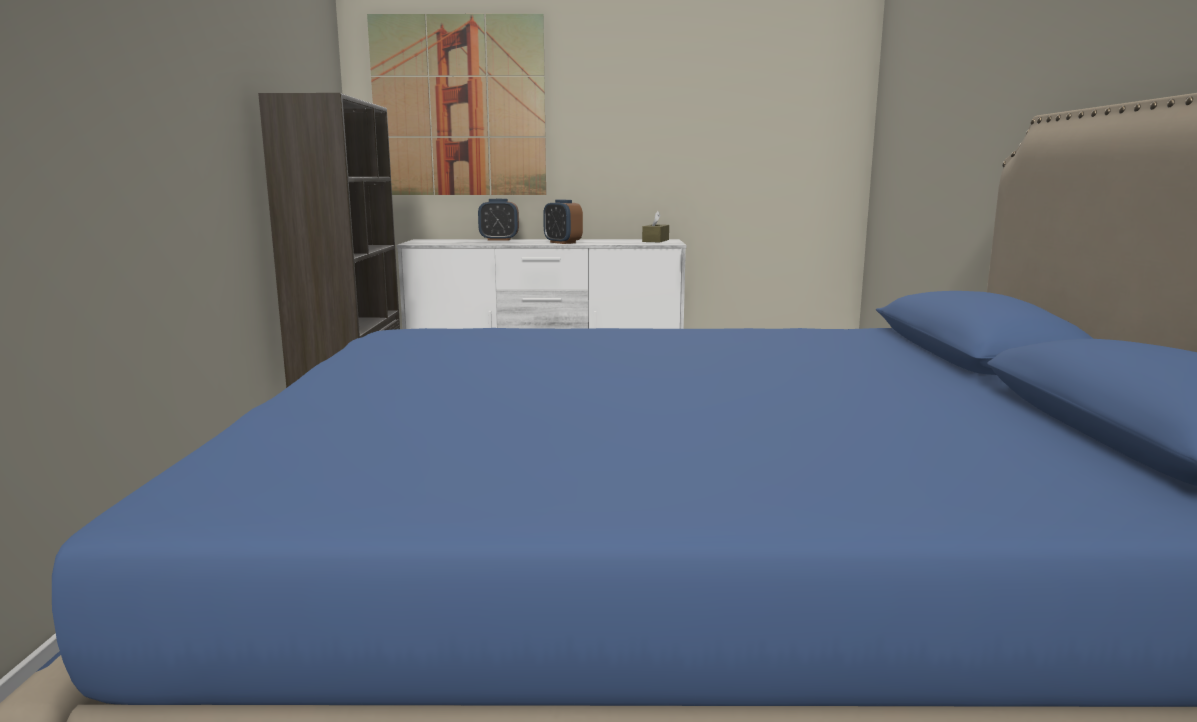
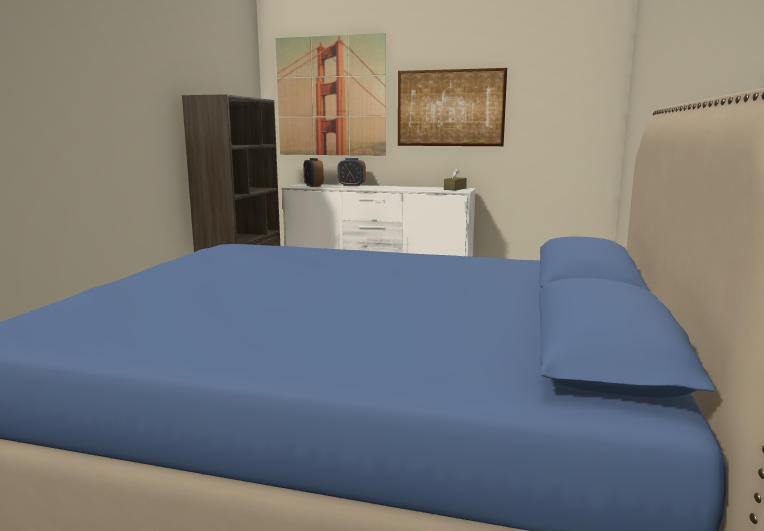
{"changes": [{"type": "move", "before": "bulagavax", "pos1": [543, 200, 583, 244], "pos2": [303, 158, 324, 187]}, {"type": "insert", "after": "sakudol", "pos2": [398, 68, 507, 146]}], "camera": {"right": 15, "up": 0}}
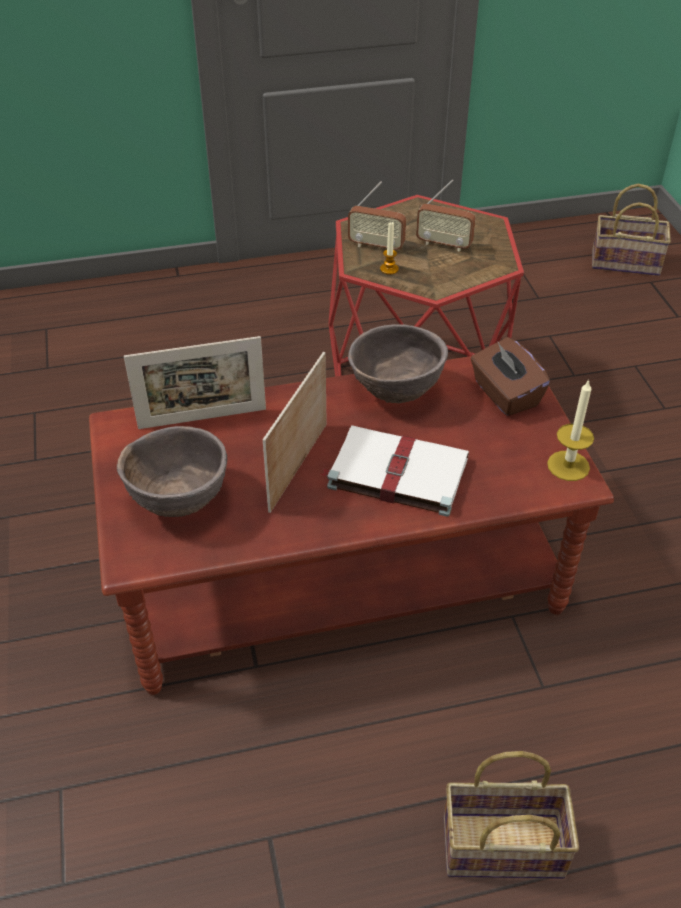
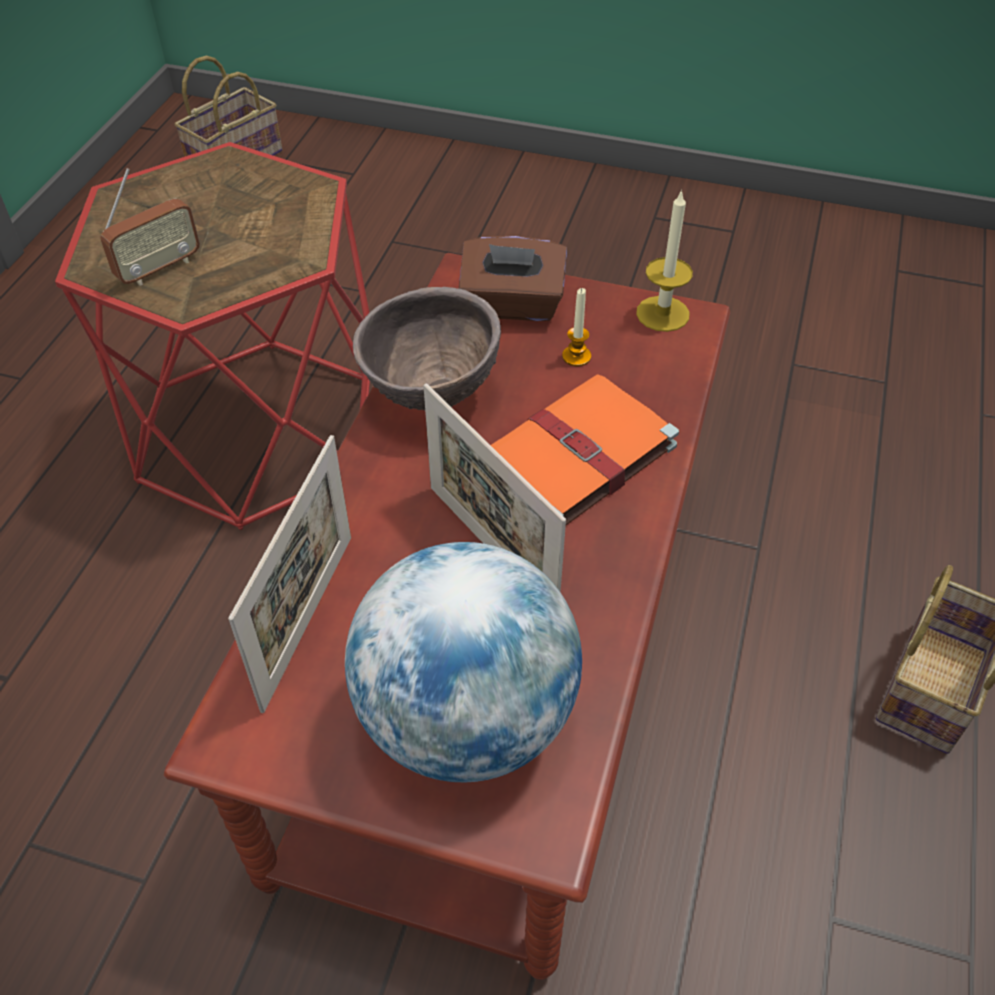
{"changes": [{"type": "replace", "before": "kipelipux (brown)", "after": "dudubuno", "pos1": [117, 426, 227, 517], "pos2": [345, 542, 582, 782]}, {"type": "recolor", "before": "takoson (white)", "after": "takoson (orange)", "pos1": [321, 425, 469, 517], "pos2": [491, 374, 679, 525]}, {"type": "move", "before": "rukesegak", "pos1": [380, 222, 399, 275], "pos2": [562, 288, 591, 366]}, {"type": "delete", "before": "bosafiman", "pos1": [416, 180, 476, 252]}], "camera": {"right": -60, "up": 5}}
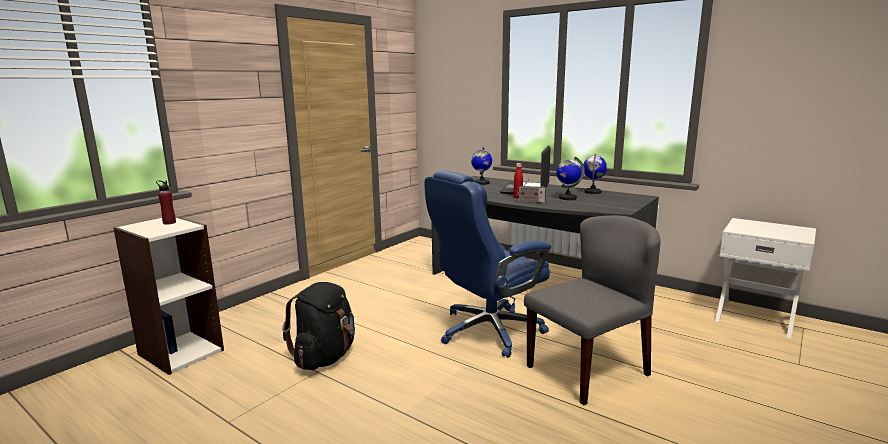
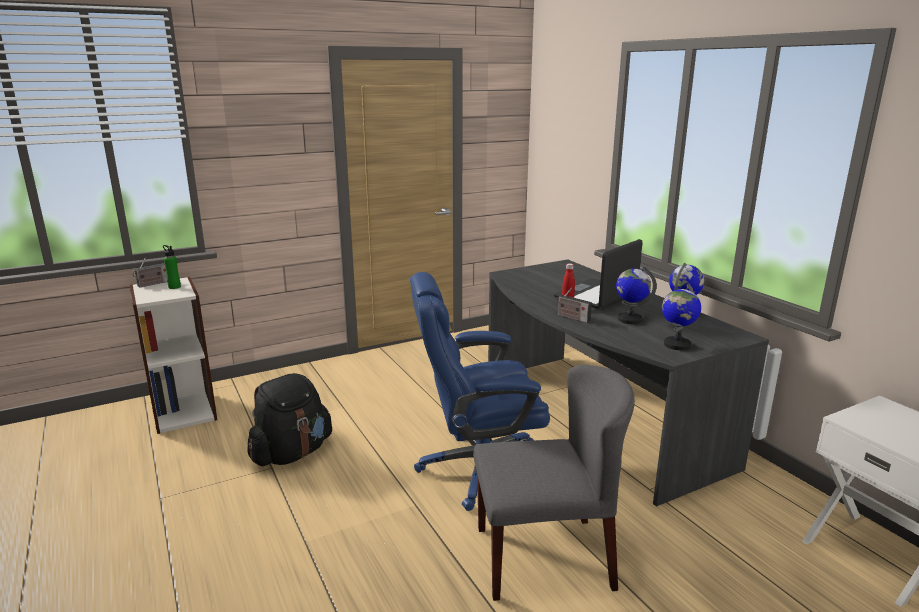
{"changes": [{"type": "recolor", "before": "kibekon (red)", "after": "kibekon (green)", "pos1": [156, 180, 176, 225], "pos2": [163, 245, 181, 289]}, {"type": "move", "before": "dudubuno", "pos1": [471, 147, 492, 185], "pos2": [662, 284, 701, 350]}, {"type": "insert", "after": "bosafiman", "pos2": [132, 258, 167, 288]}], "camera": {"right": 25, "up": 5}}
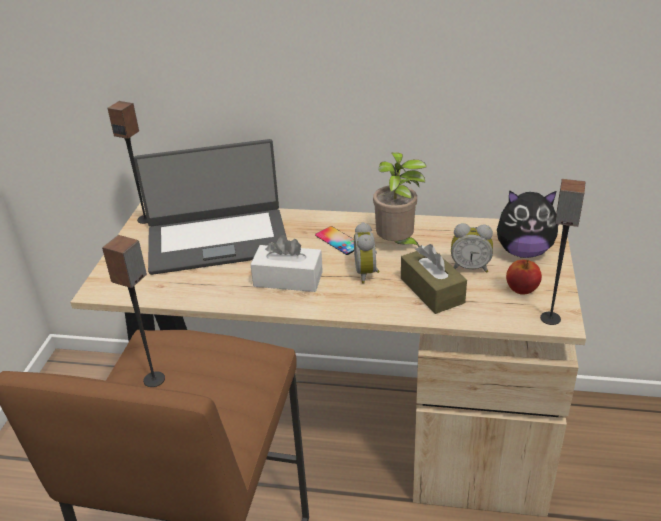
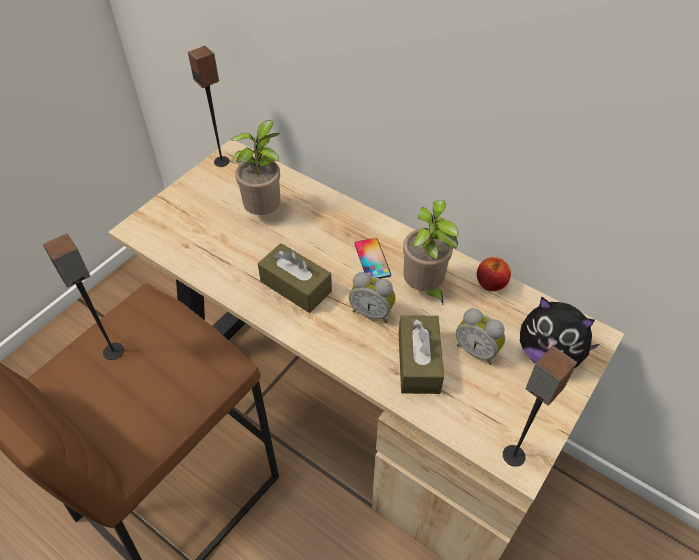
{"changes": [{"type": "replace", "before": "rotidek", "after": "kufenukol", "pos1": [134, 139, 287, 275], "pos2": [230, 120, 281, 215]}, {"type": "recolor", "before": "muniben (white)", "after": "muniben (brown)", "pos1": [250, 235, 323, 292], "pos2": [258, 243, 332, 313]}, {"type": "rotate", "before": "bulagavax", "pos1": [354, 222, 380, 284], "pos2": [349, 272, 395, 323], "turn": -90}, {"type": "move", "before": "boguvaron", "pos1": [506, 260, 542, 295], "pos2": [477, 257, 511, 291]}], "camera": {"right": 25, "up": 15}}
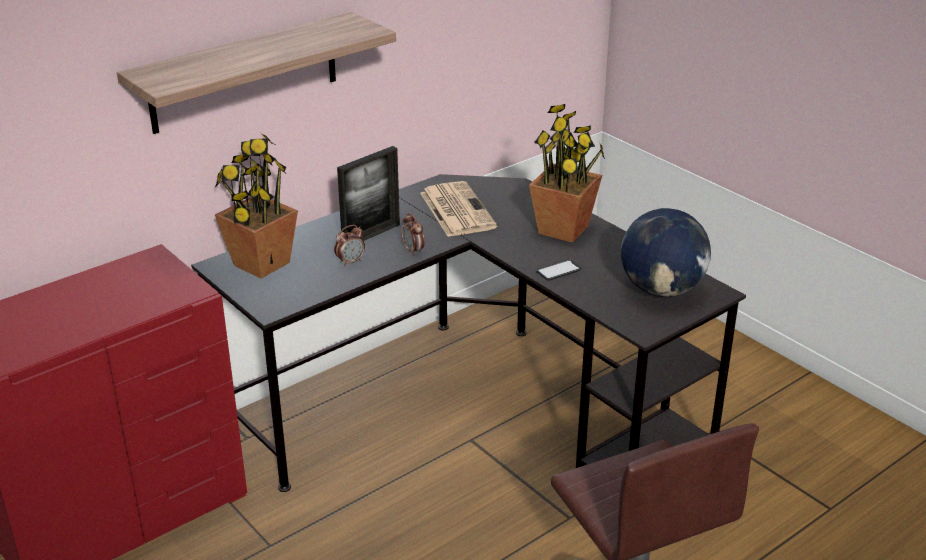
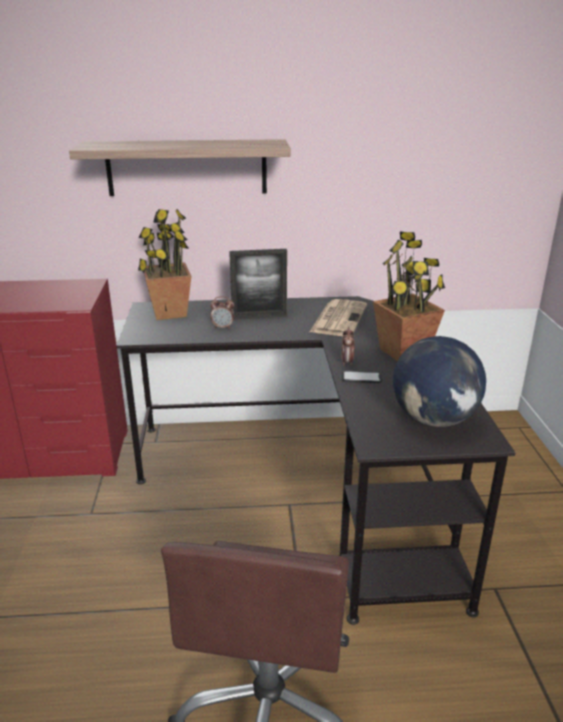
{"changes": [{"type": "move", "before": "bulagavax", "pos1": [401, 213, 425, 256], "pos2": [341, 327, 355, 366]}], "camera": {"right": 35, "up": -5}}
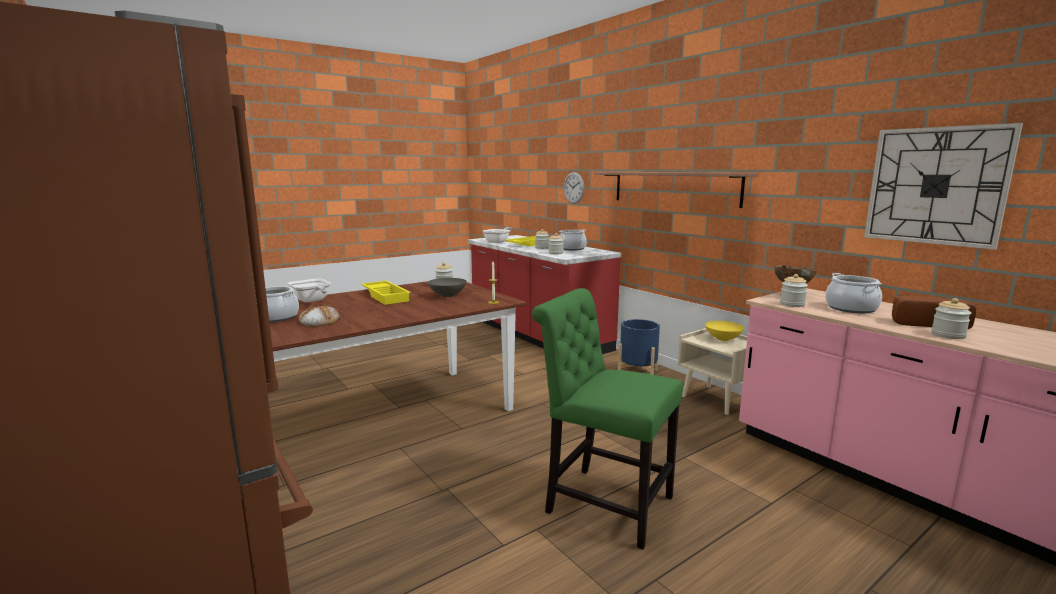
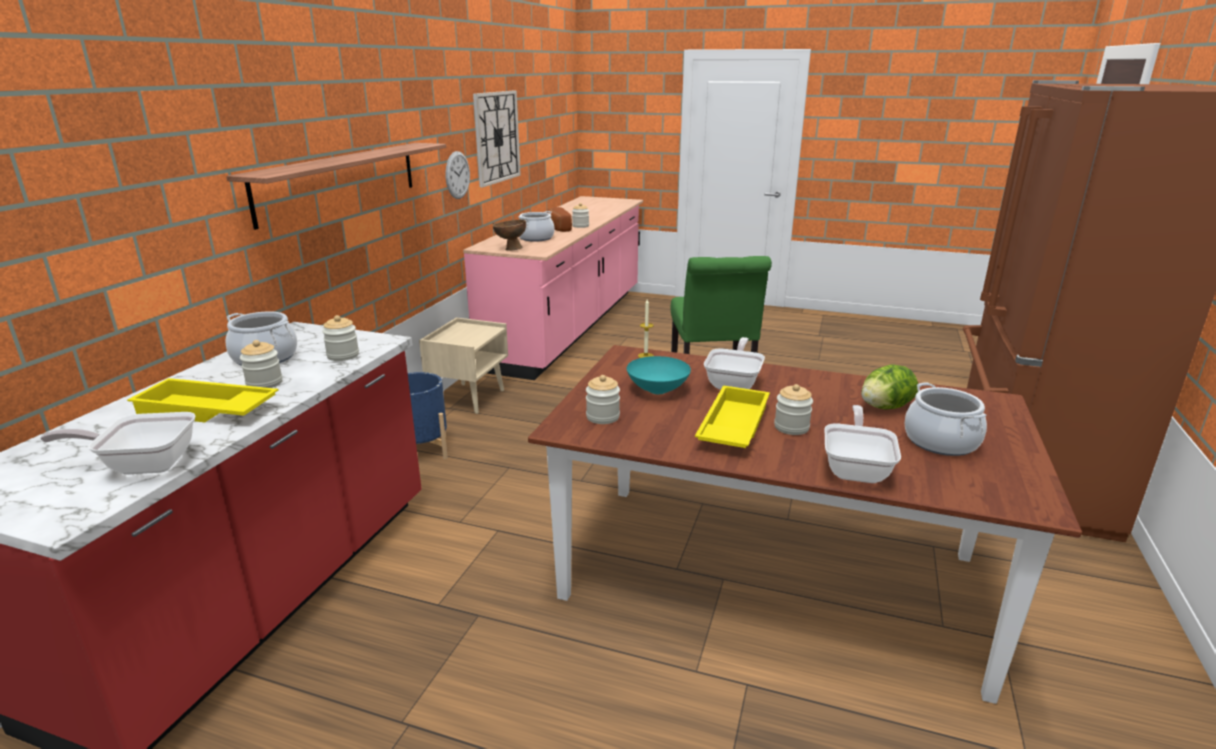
{"changes": [{"type": "replace", "before": "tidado", "after": "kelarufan", "pos1": [299, 304, 341, 327], "pos2": [861, 364, 918, 409]}, {"type": "recolor", "before": "kipelipux (grey)", "after": "kipelipux (turquoise)", "pos1": [428, 278, 467, 297], "pos2": [627, 356, 691, 394]}, {"type": "move", "before": "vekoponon", "pos1": [564, 172, 584, 204], "pos2": [445, 151, 470, 199]}, {"type": "delete", "before": "kipelipux (yellow)", "pos1": [705, 321, 744, 341]}, {"type": "move", "before": "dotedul", "pos1": [780, 274, 808, 307], "pos2": [774, 384, 813, 435]}, {"type": "insert", "after": "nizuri", "pos2": [704, 337, 765, 390]}], "camera": {"right": -125, "up": 10}}
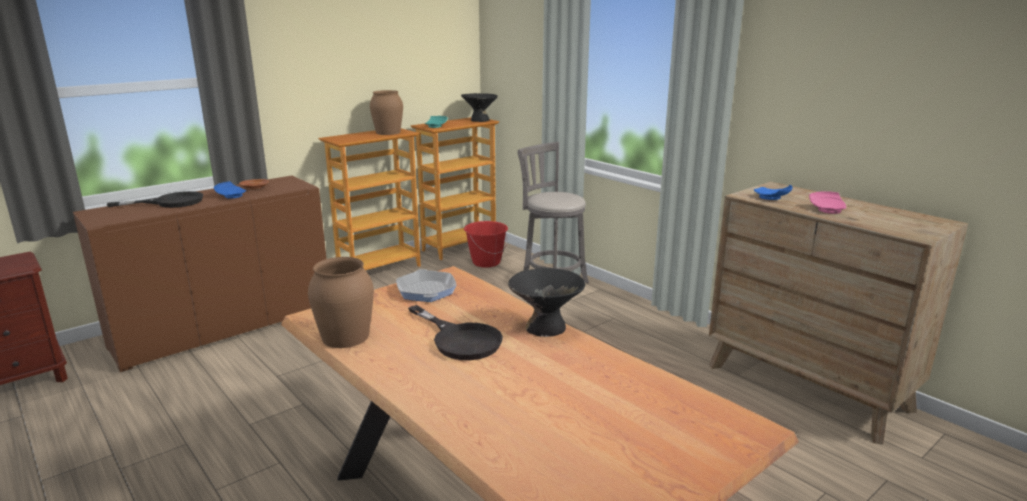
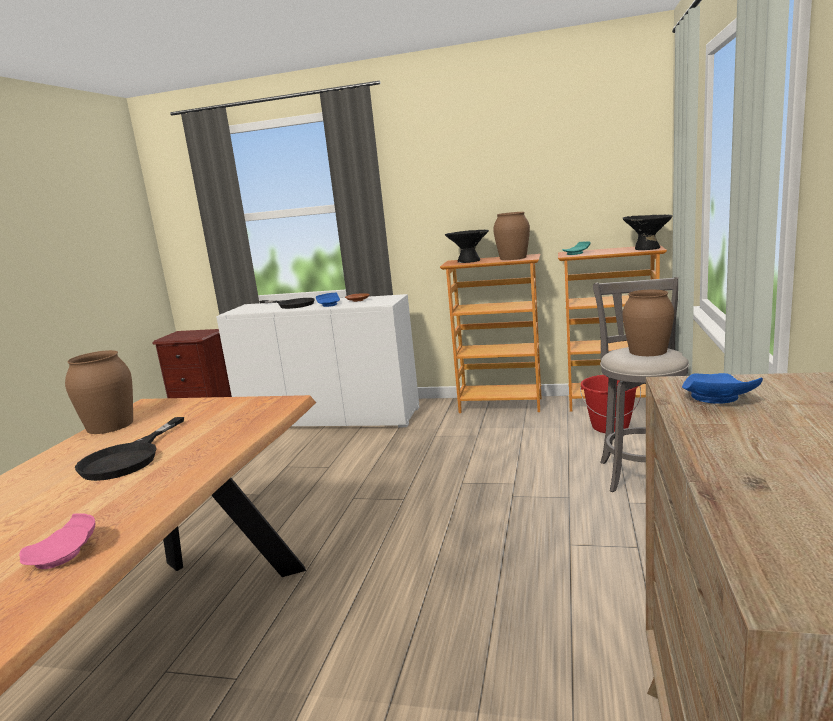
{"changes": [{"type": "recolor", "before": "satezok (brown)", "after": "satezok (white)", "pos1": [73, 176, 327, 372], "pos2": [216, 294, 419, 427]}, {"type": "delete", "before": "nizuri", "pos1": [396, 269, 456, 302]}, {"type": "move", "before": "kipelipux (black)", "pos1": [508, 268, 586, 337], "pos2": [445, 230, 489, 263]}, {"type": "move", "before": "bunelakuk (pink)", "pos1": [809, 191, 846, 214], "pos2": [19, 513, 95, 569]}, {"type": "insert", "after": "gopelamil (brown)", "pos2": [622, 290, 674, 356]}], "camera": {"right": 55, "up": -5}}
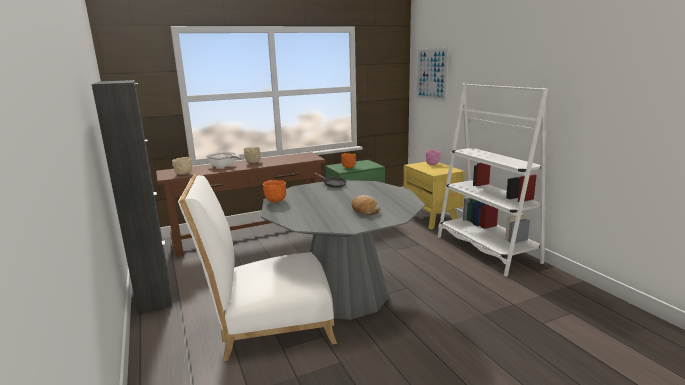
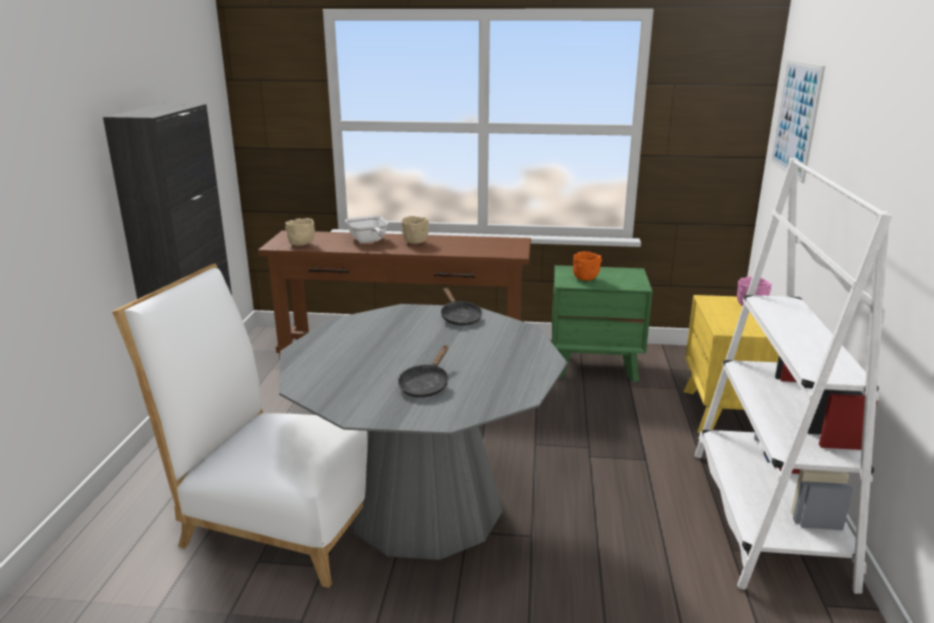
{"changes": [{"type": "delete", "before": "kipelipux (orange)", "pos1": [263, 180, 286, 202]}, {"type": "replace", "before": "tidado", "after": "nizuri (black)", "pos1": [352, 195, 380, 215], "pos2": [398, 345, 448, 398]}], "camera": {"right": 30, "up": 5}}
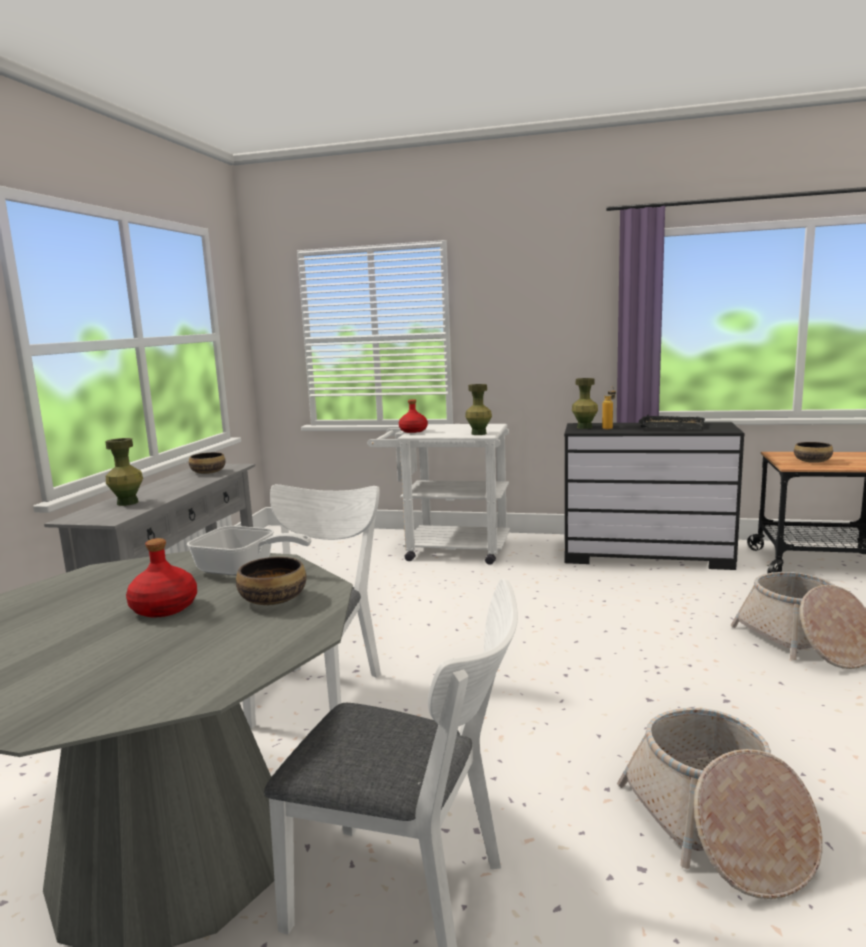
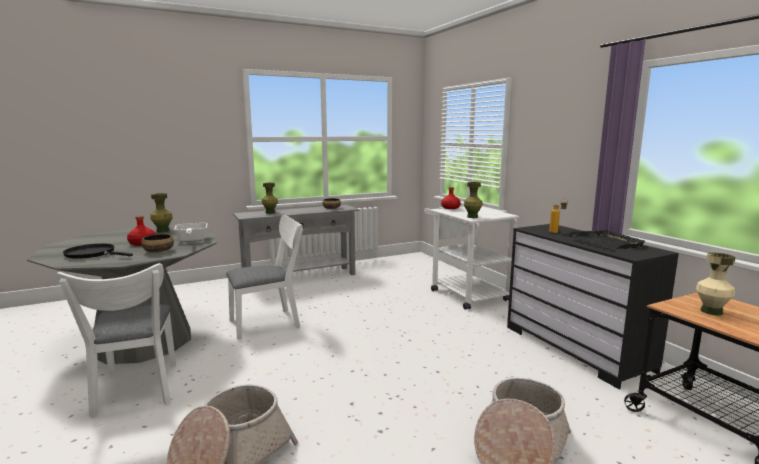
{"changes": [{"type": "move", "before": "gopelamil (green)", "pos1": [572, 378, 598, 429], "pos2": [150, 193, 173, 232]}, {"type": "replace", "before": "kipelipux", "after": "gopelamil (beige)", "pos1": [794, 442, 833, 463], "pos2": [696, 253, 736, 315]}, {"type": "insert", "after": "nizuri (black)", "pos2": [63, 243, 133, 259]}], "camera": {"right": 50, "up": 0}}
